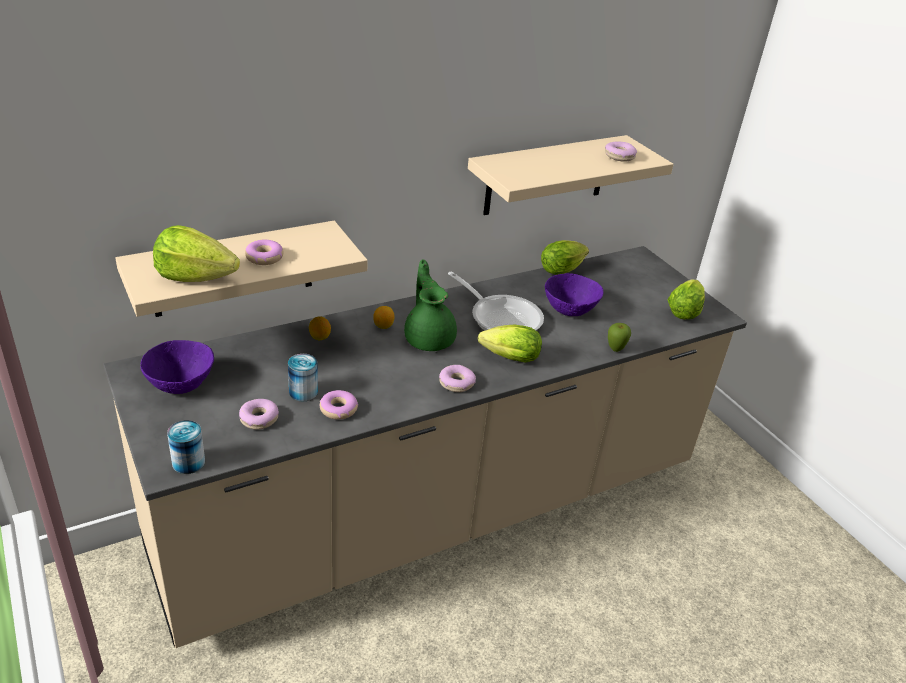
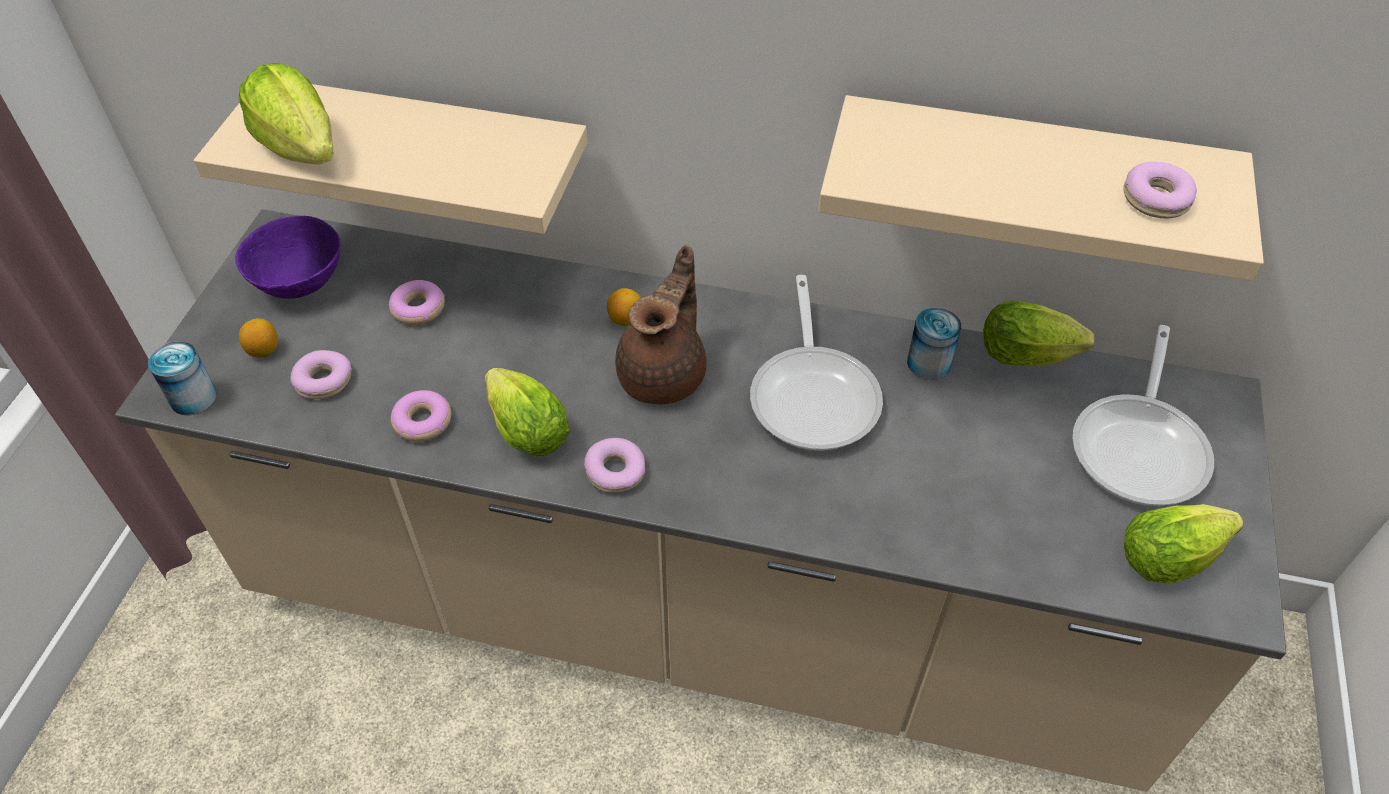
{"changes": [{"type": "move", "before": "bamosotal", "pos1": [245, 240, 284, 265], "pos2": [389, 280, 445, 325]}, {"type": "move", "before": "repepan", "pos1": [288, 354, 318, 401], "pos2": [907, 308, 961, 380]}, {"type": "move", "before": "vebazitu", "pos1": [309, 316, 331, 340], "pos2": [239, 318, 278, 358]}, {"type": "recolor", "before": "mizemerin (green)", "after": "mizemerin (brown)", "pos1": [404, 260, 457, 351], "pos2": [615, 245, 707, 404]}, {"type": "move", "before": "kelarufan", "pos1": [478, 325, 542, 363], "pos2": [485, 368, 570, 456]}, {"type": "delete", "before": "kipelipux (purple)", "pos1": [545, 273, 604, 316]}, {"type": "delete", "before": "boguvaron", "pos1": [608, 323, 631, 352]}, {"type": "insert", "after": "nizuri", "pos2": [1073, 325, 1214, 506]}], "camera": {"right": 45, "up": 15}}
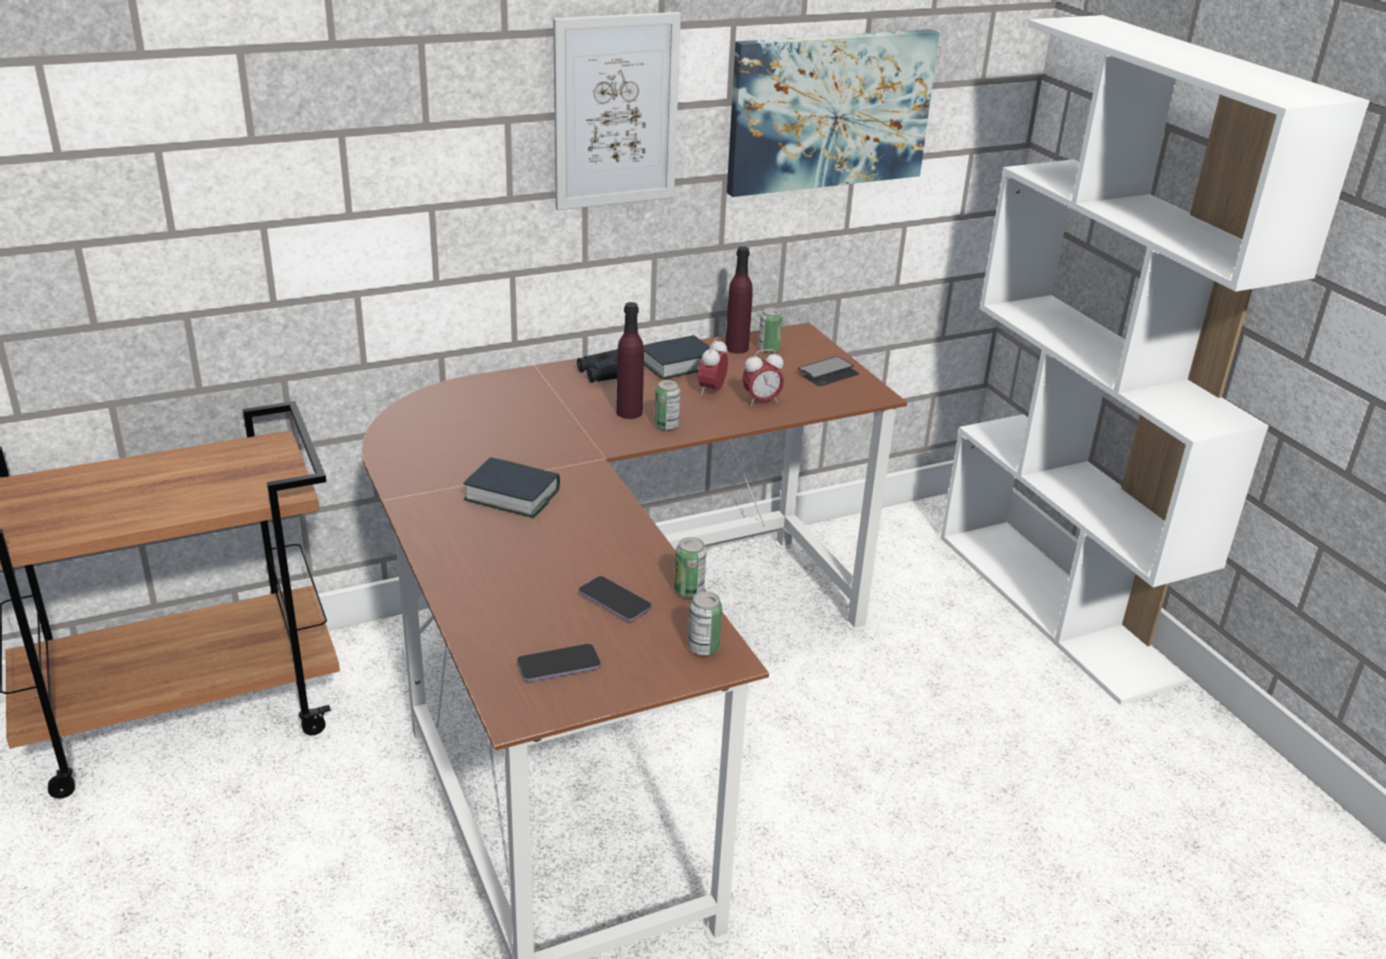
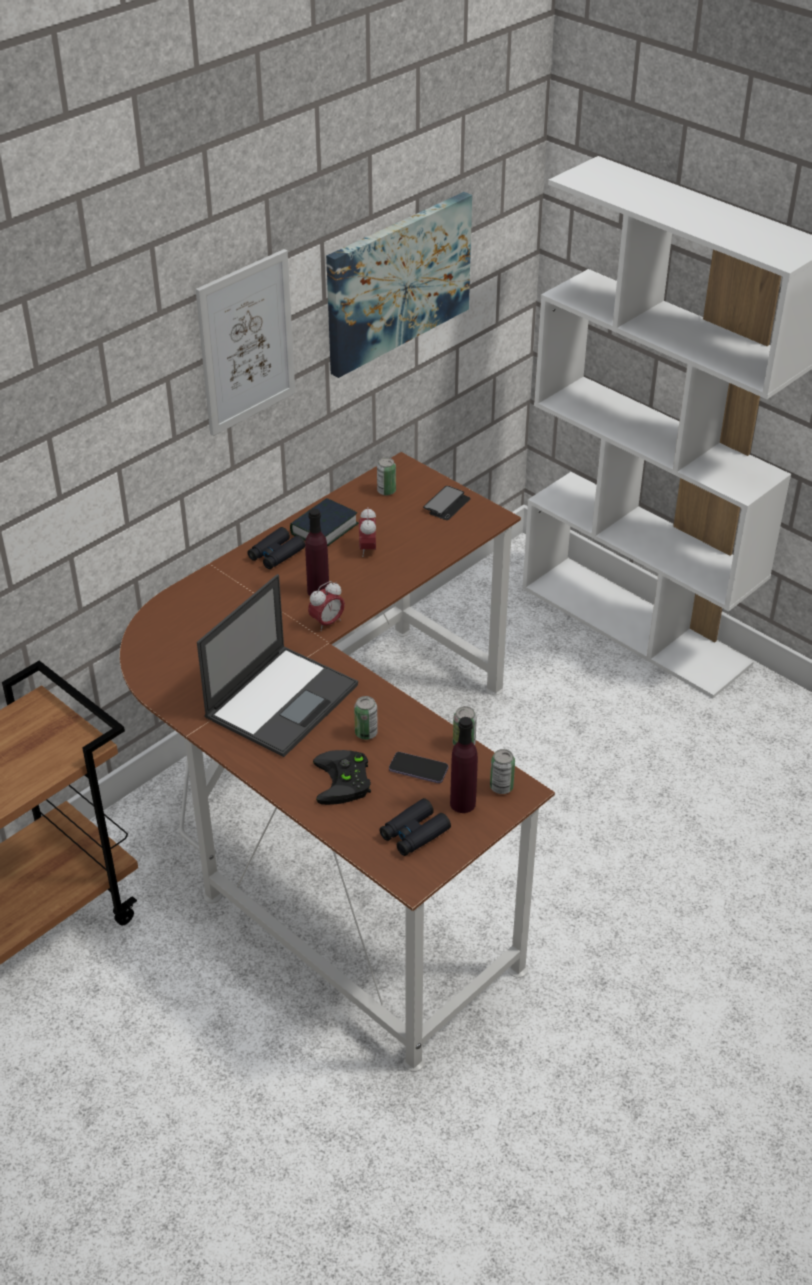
{"changes": [{"type": "replace", "before": "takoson", "after": "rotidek", "pos1": [463, 457, 560, 518], "pos2": [197, 574, 358, 757]}, {"type": "replace", "before": "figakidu", "after": "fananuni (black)", "pos1": [517, 644, 601, 682], "pos2": [380, 798, 451, 856]}, {"type": "move", "before": "repepan", "pos1": [654, 380, 680, 431], "pos2": [354, 696, 378, 740]}, {"type": "move", "before": "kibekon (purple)", "pos1": [725, 246, 753, 354], "pos2": [450, 717, 478, 813]}, {"type": "move", "before": "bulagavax", "pos1": [742, 349, 784, 406], "pos2": [308, 581, 345, 631]}, {"type": "insert", "after": "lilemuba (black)", "pos2": [313, 750, 371, 805]}], "camera": {"right": -20, "up": 10}}
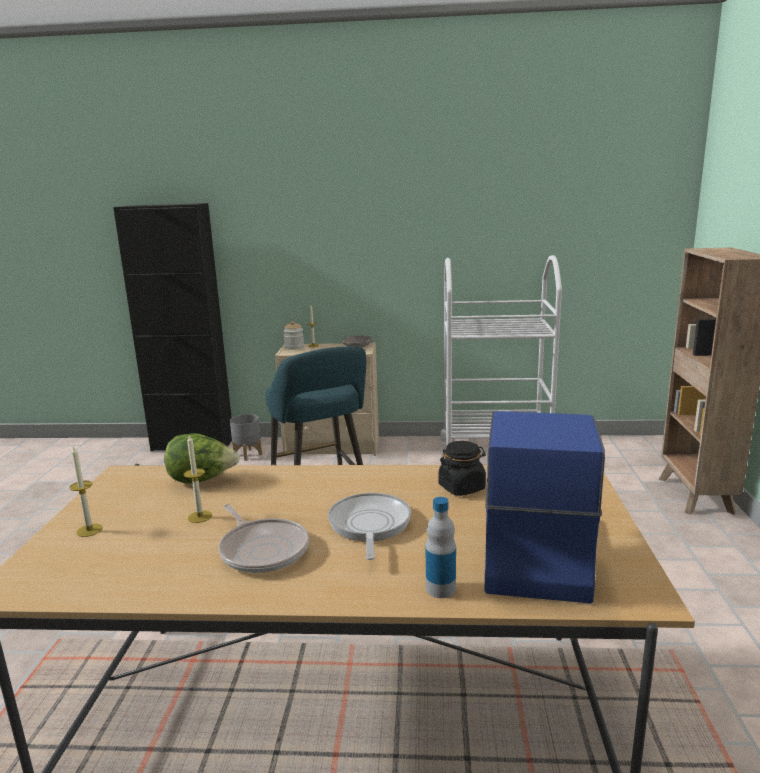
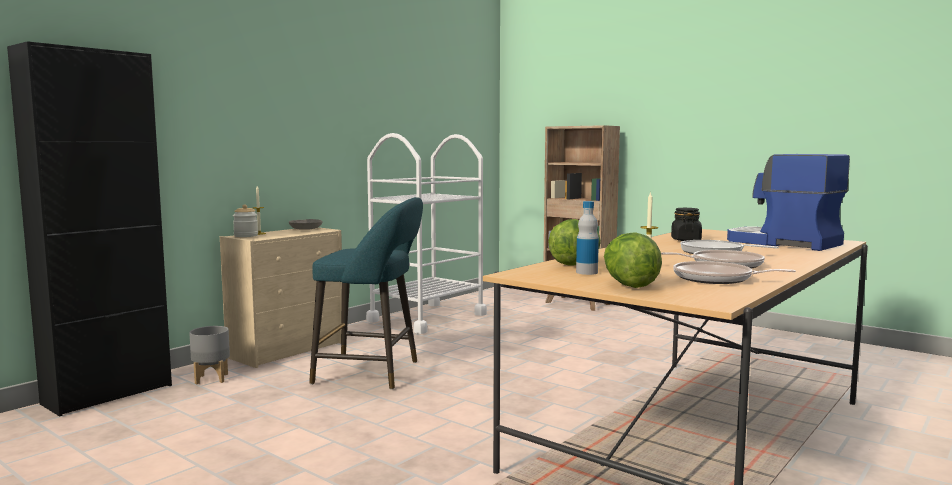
{"changes": [{"type": "replace", "before": "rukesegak", "after": "kelarufan", "pos1": [69, 446, 103, 537], "pos2": [604, 232, 662, 288]}, {"type": "move", "before": "kibekon", "pos1": [426, 497, 456, 598], "pos2": [576, 201, 599, 275]}, {"type": "insert", "after": "nizuri", "pos2": [673, 261, 796, 284]}], "camera": {"right": -55, "up": -10}}
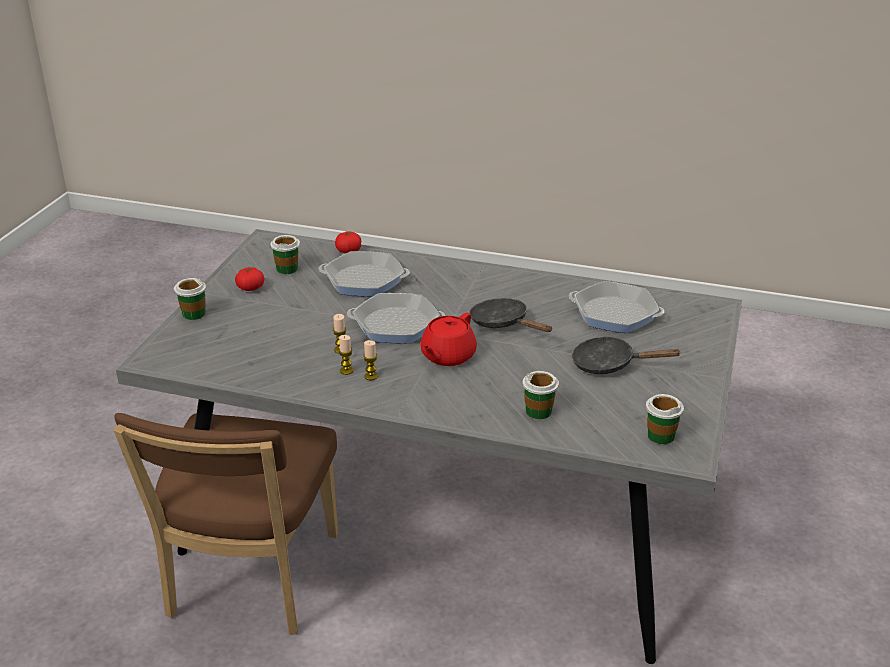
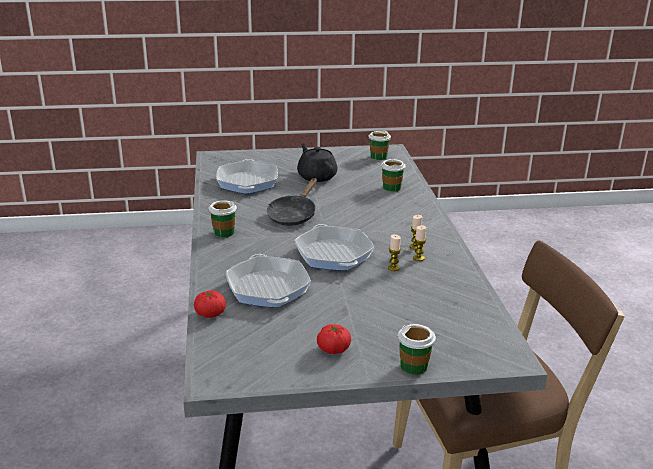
{"changes": [{"type": "move", "before": "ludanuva", "pos1": [270, 235, 300, 274], "pos2": [208, 200, 237, 238]}, {"type": "delete", "before": "mizemerin (red)", "pos1": [420, 313, 477, 366]}, {"type": "replace", "before": "nizuri (black)", "after": "mizemerin (black)", "pos1": [572, 336, 682, 374], "pos2": [297, 143, 337, 182]}], "camera": {"right": -115, "up": -5}}
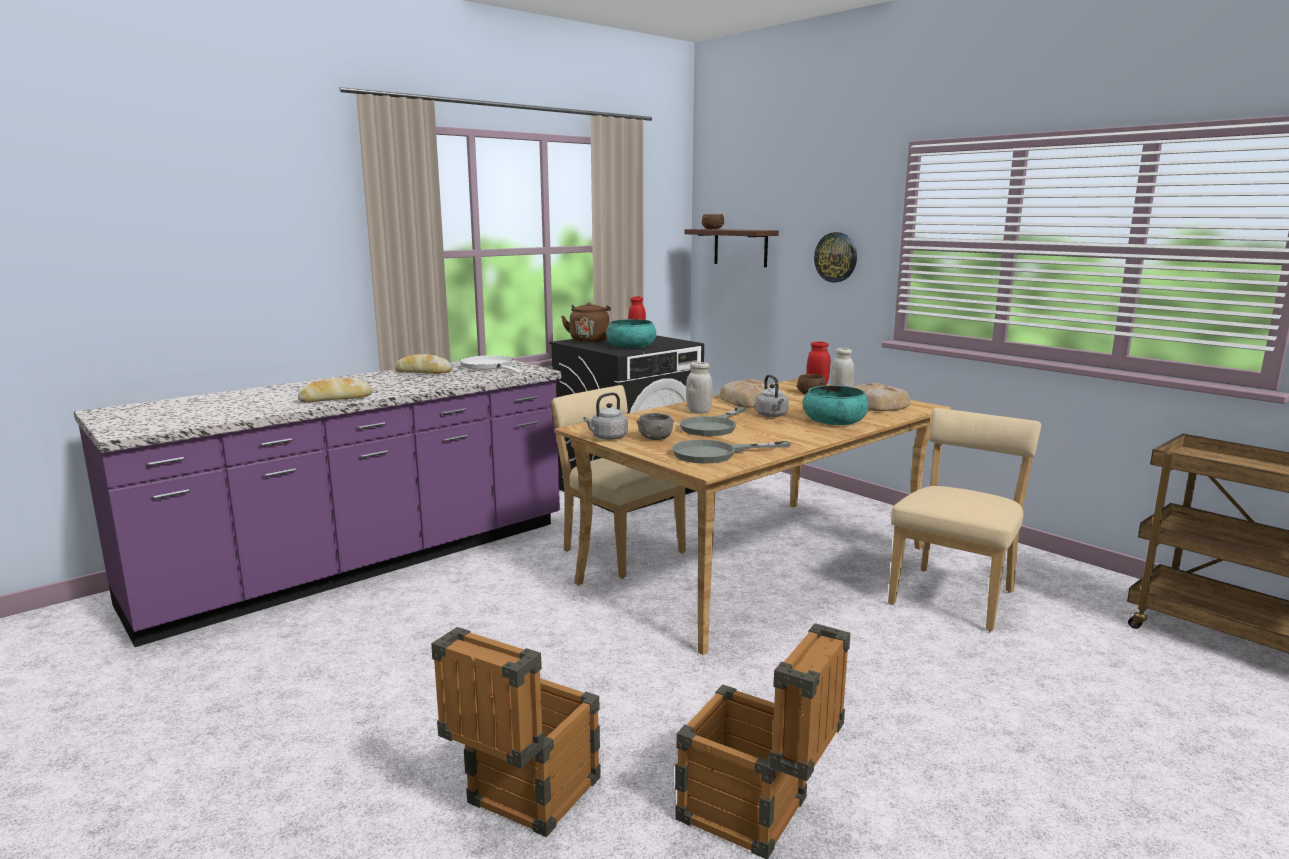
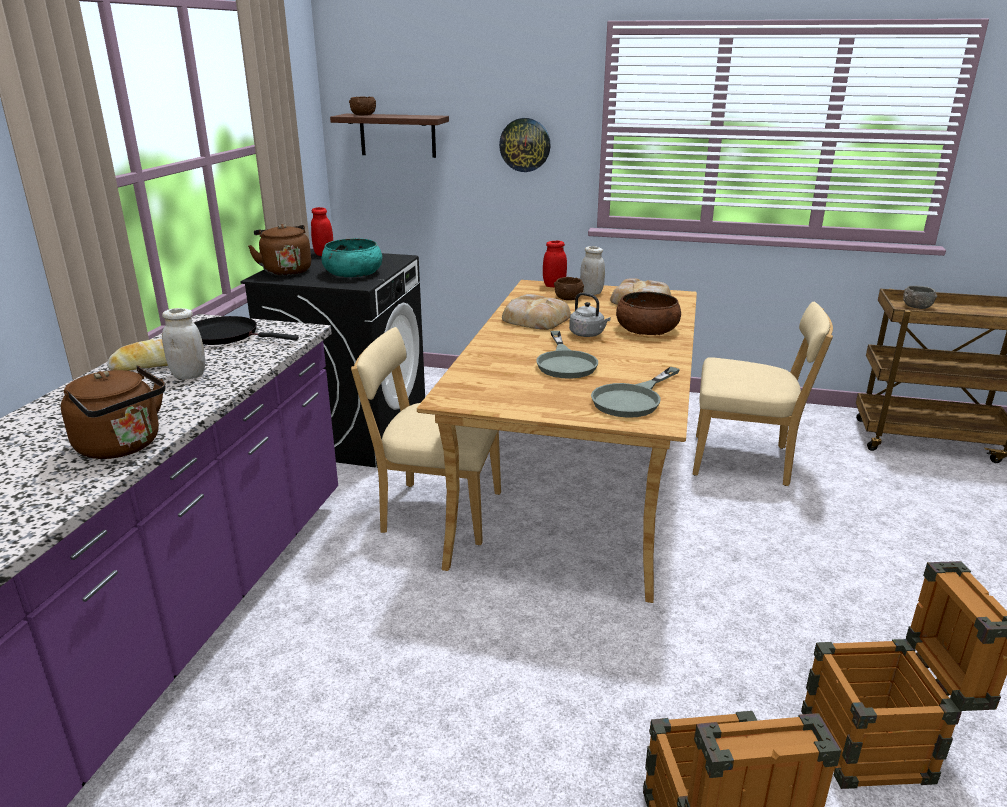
{"changes": [{"type": "replace", "before": "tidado", "after": "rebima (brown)", "pos1": [298, 378, 372, 403], "pos2": [61, 365, 166, 459]}, {"type": "recolor", "before": "nizuri (white)", "after": "nizuri (black)", "pos1": [460, 355, 521, 373], "pos2": [194, 316, 299, 345]}, {"type": "delete", "before": "rebima (grey)", "pos1": [583, 392, 628, 440]}, {"type": "move", "before": "kipelipux (grey)", "pos1": [637, 413, 674, 440], "pos2": [903, 286, 937, 309]}, {"type": "move", "before": "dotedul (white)", "pos1": [686, 362, 713, 414], "pos2": [162, 308, 205, 379]}, {"type": "recolor", "before": "kipelipux (turquoise)", "after": "kipelipux (brown)", "pos1": [803, 385, 868, 425], "pos2": [616, 292, 681, 335]}, {"type": "rotate", "before": "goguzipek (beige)", "pos1": [888, 408, 1041, 631], "pos2": [693, 302, 833, 486], "turn": 105}], "camera": {"right": -35, "up": 10}}
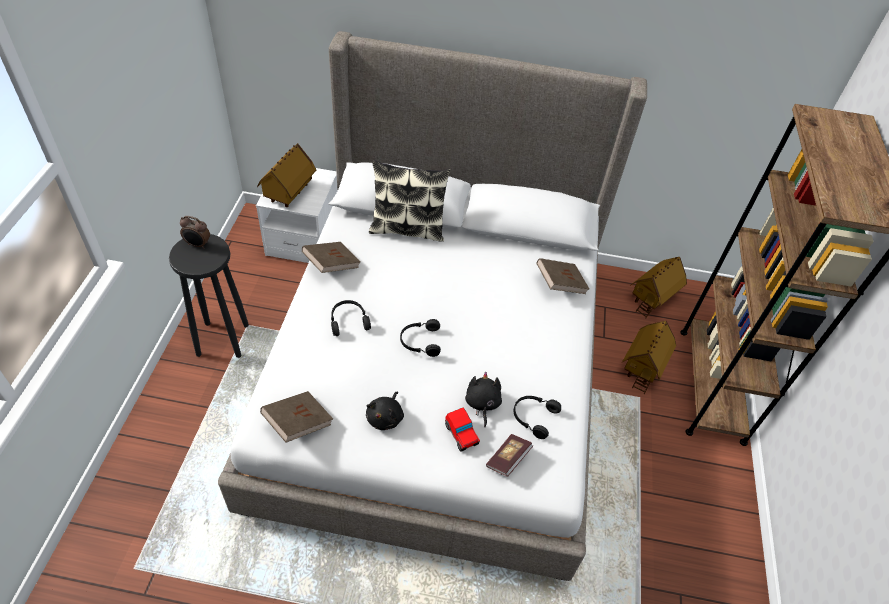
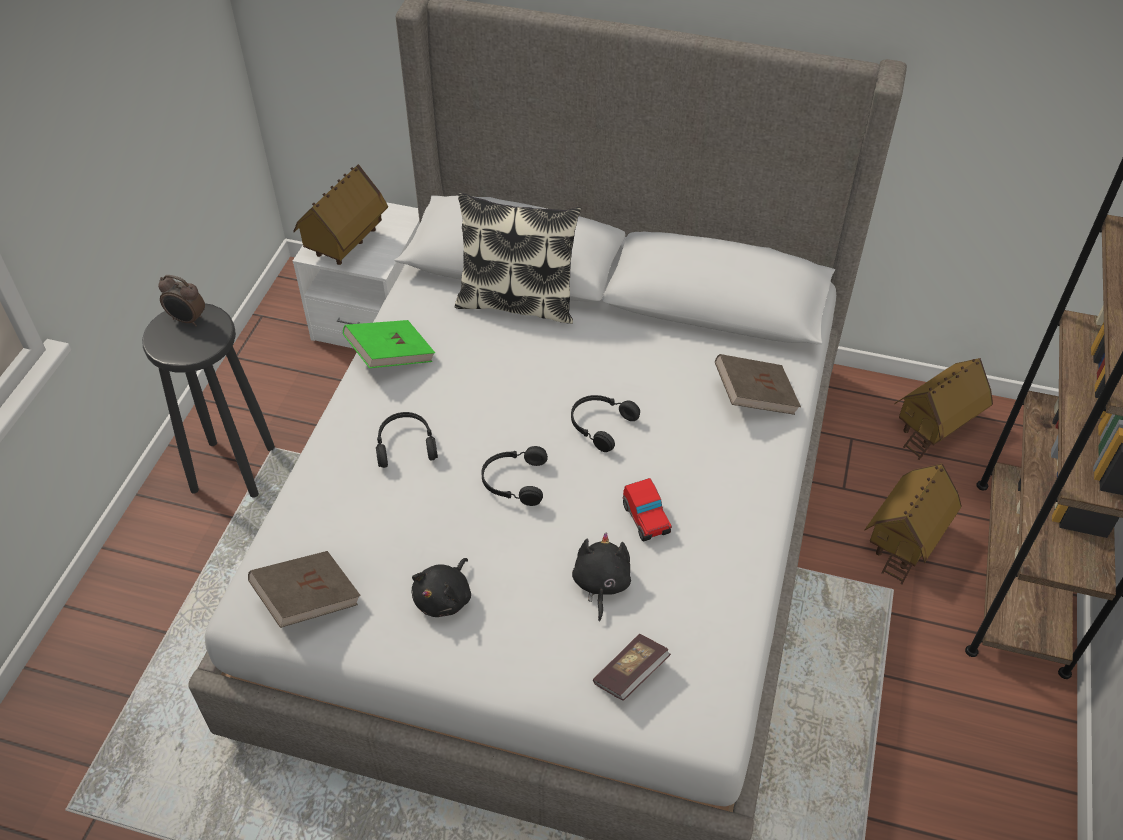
{"changes": [{"type": "recolor", "before": "takoson (brown)", "after": "takoson (green)", "pos1": [302, 242, 361, 273], "pos2": [343, 320, 435, 368]}, {"type": "move", "before": "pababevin", "pos1": [445, 407, 480, 452], "pos2": [623, 478, 672, 541]}, {"type": "move", "before": "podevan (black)", "pos1": [514, 396, 561, 439], "pos2": [571, 395, 640, 452]}], "camera": {"right": 10, "up": 0}}
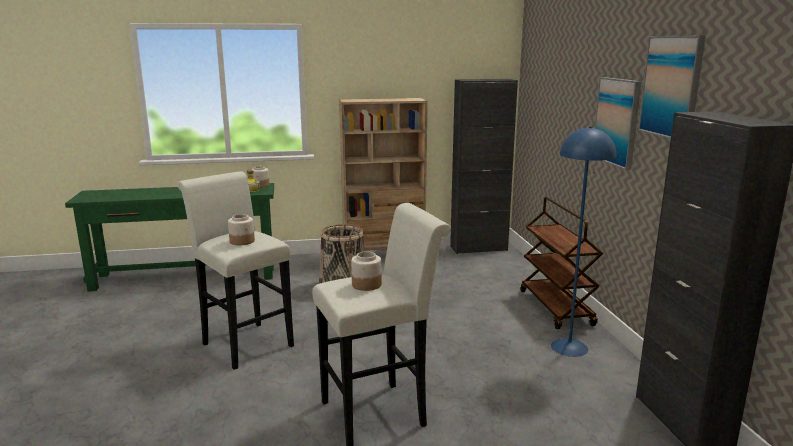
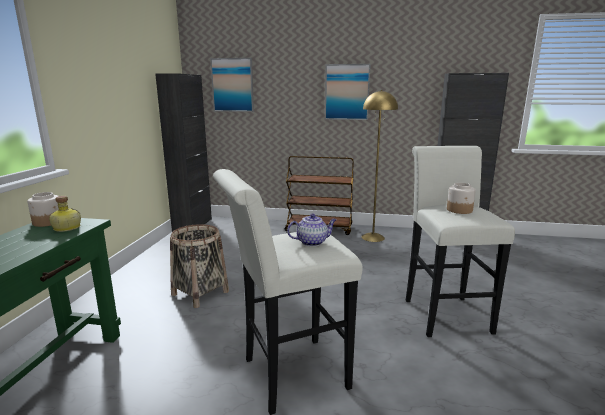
{"changes": [{"type": "replace", "before": "dotedul", "after": "mizemerin", "pos1": [228, 214, 255, 245], "pos2": [287, 214, 337, 246]}, {"type": "delete", "before": "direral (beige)", "pos1": [339, 98, 428, 251]}, {"type": "recolor", "before": "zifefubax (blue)", "after": "zifefubax (yellow)", "pos1": [551, 126, 616, 357], "pos2": [361, 90, 398, 242]}, {"type": "move", "before": "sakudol", "pos1": [638, 35, 706, 139], "pos2": [210, 58, 254, 112]}], "camera": {"right": -70, "up": 0}}
